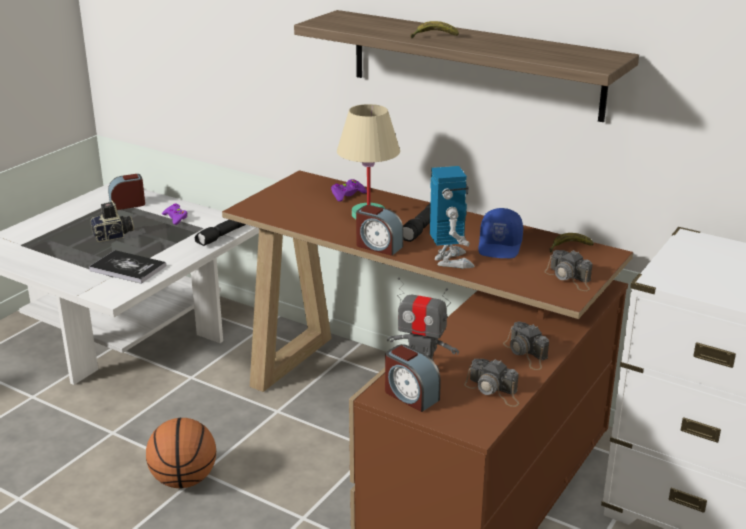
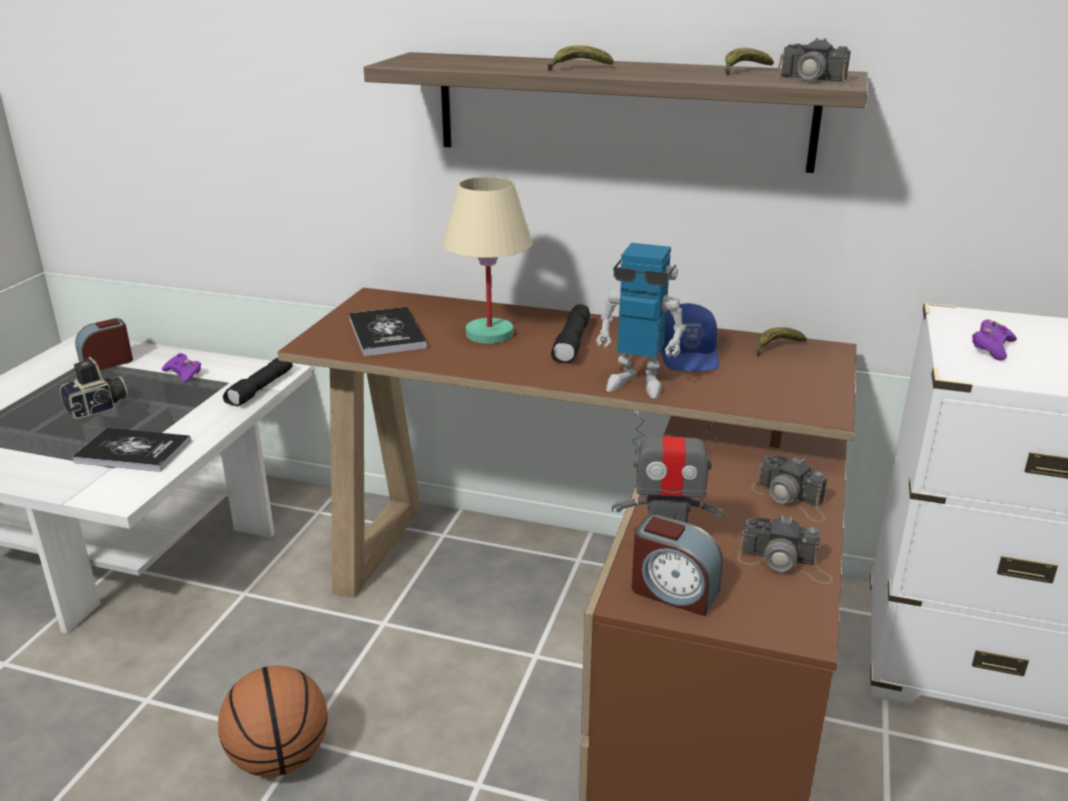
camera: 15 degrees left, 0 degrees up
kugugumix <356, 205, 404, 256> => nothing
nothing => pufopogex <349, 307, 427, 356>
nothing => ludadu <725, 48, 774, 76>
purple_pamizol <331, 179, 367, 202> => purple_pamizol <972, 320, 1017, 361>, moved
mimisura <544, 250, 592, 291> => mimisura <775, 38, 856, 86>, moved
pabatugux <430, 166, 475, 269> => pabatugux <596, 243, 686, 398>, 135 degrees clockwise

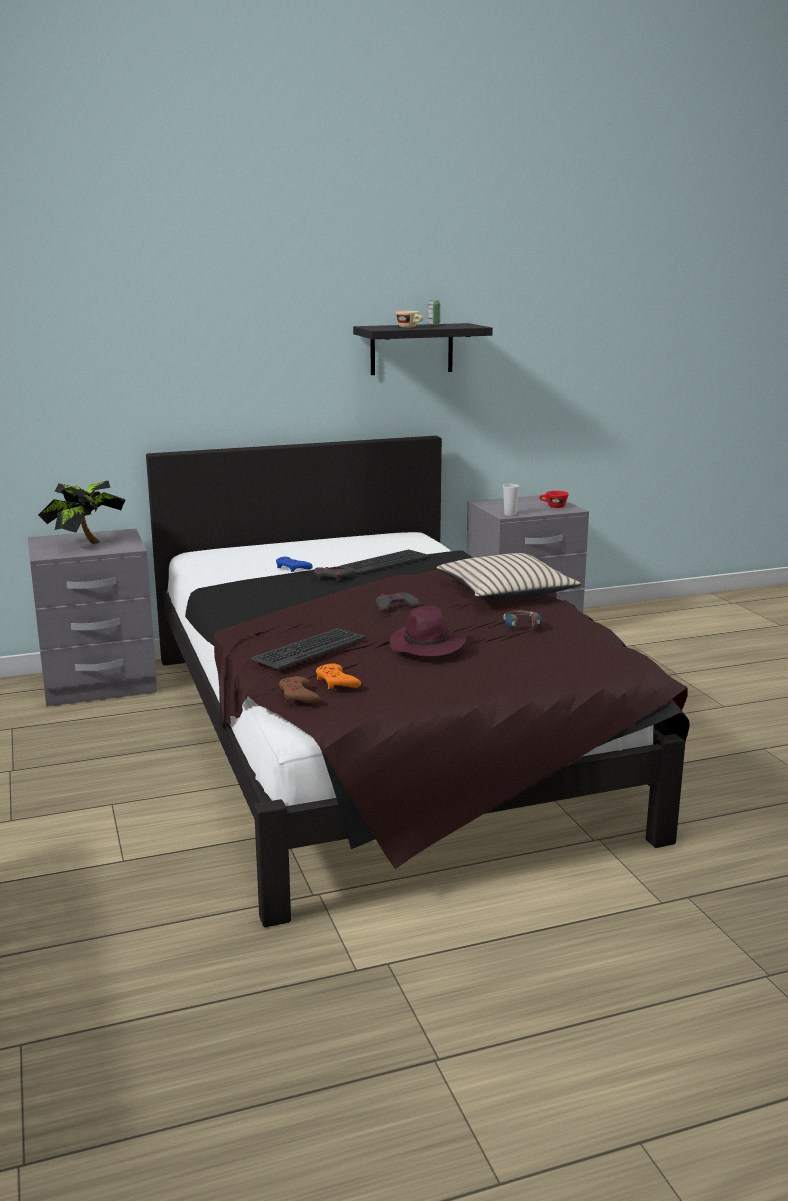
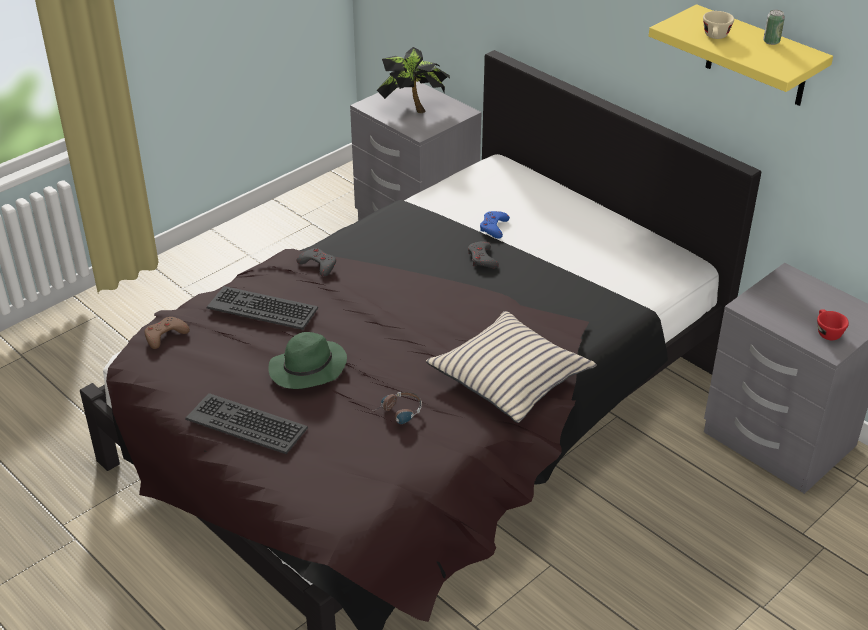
camera: 65 degrees right, 20 degrees up
orange_pamizol <316, 663, 361, 689> => nothing
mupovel <503, 484, 519, 516> => nothing
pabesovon <340, 549, 430, 574> => pabesovon <185, 393, 308, 454>, moved
grey_pamizol <376, 592, 419, 612> => grey_pamizol <296, 248, 336, 277>, moved
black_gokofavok <353, 323, 493, 375> => yellow_gokofavok <649, 4, 833, 106>
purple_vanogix <389, 606, 466, 656> => green_vanogix <269, 332, 347, 389>

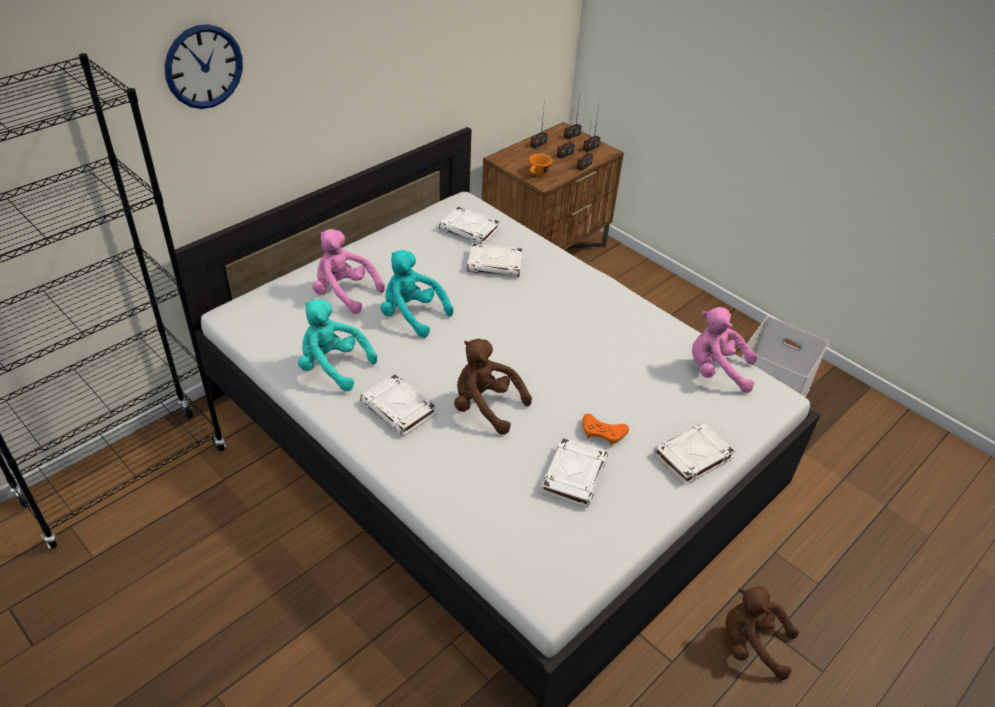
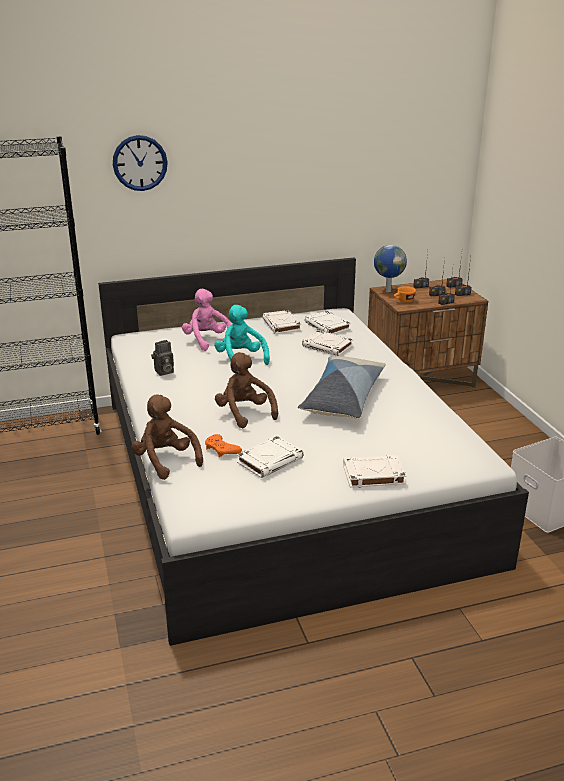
camera: 30 degrees right, 15 degrees down
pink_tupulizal <692, 307, 757, 393> => nothing
nothing => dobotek <298, 356, 386, 419>
nothing => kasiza <374, 245, 407, 292>
white_pufopogex <360, 374, 437, 436> => white_pufopogex <262, 310, 301, 334>, moved
orange_pamizol <582, 414, 629, 446> => orange_pamizol <205, 434, 242, 457>, moved
brown_tupulizal <725, 586, 799, 680> => brown_tupulizal <131, 394, 203, 480>, moved
turquoise_tupulizal <298, 299, 377, 391> => mimisura <151, 340, 174, 376>

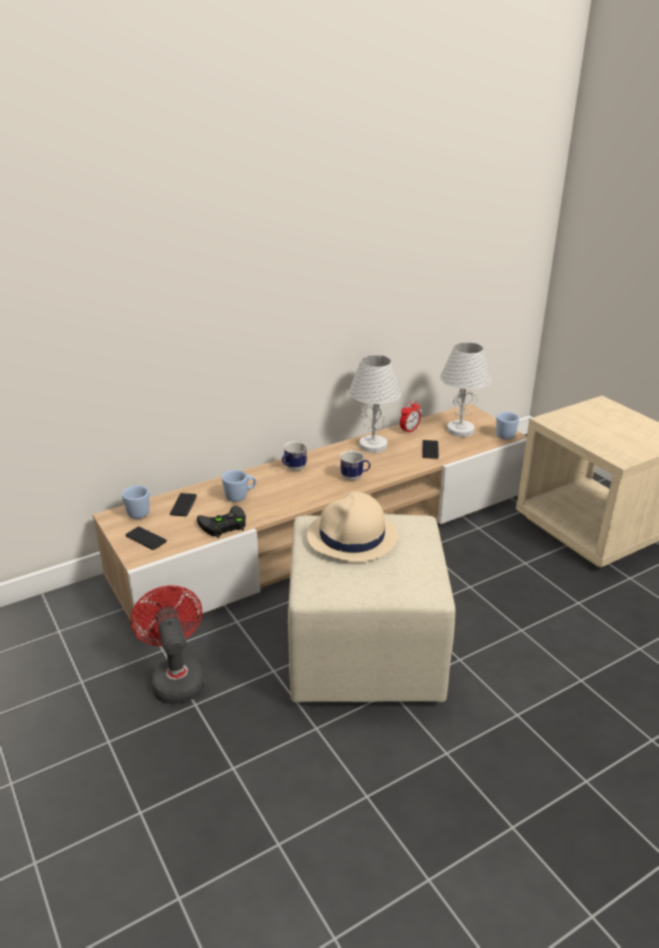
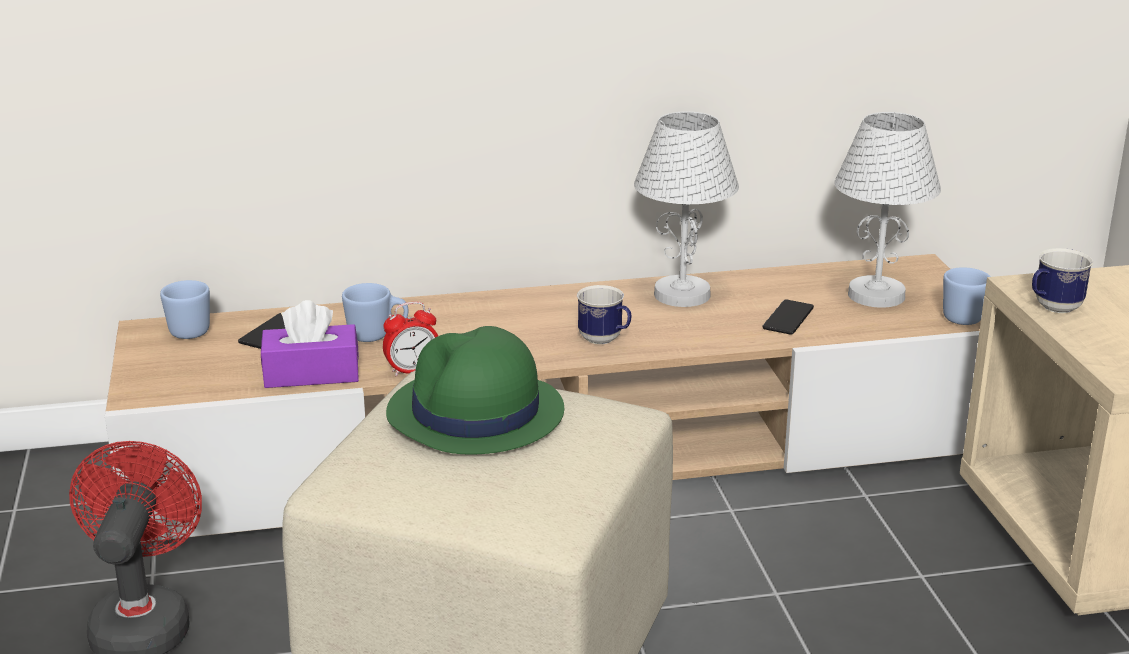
camera: 20 degrees right, 5 degrees down
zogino <125, 526, 167, 550> => nothing
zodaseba <282, 441, 307, 471> => zodaseba <1032, 248, 1093, 313>, moved
kugugumix <400, 400, 421, 434> => kugugumix <383, 302, 438, 376>, moved
black_pamizol <197, 506, 246, 538> => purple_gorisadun <261, 300, 359, 388>
beige_vanogix <307, 491, 398, 562> => green_vanogix <386, 326, 564, 455>

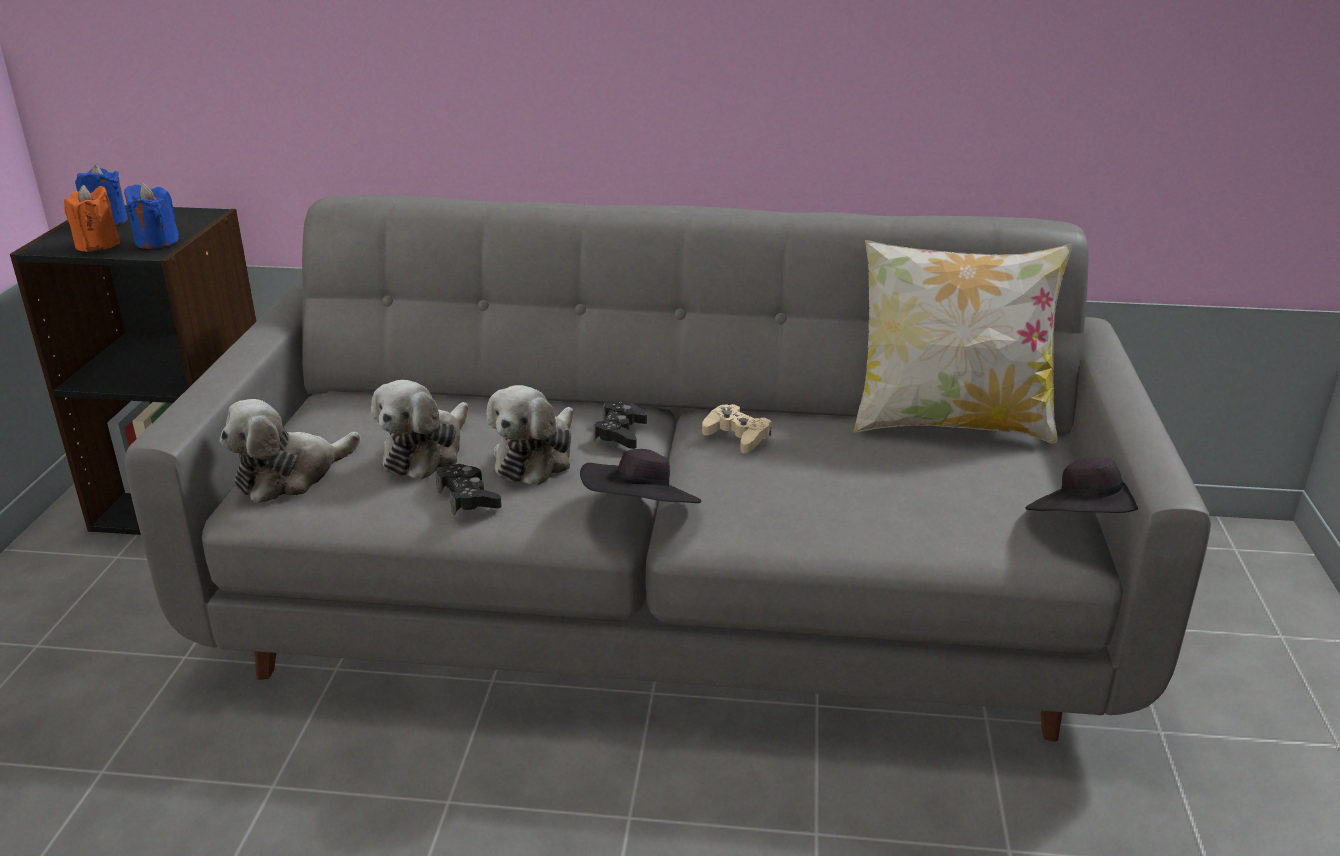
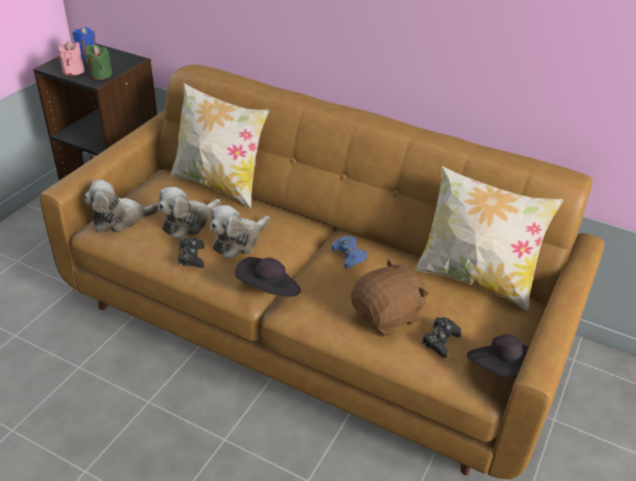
camera: 20 degrees right, 10 degrees up
nothing => dobotek <170, 83, 269, 209>
nothing => brown_tupulizal <351, 258, 429, 336>
black_pamizol <593, 401, 647, 449> => black_pamizol <422, 317, 461, 358>, moved
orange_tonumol <64, 185, 120, 252> => pink_tonumol <58, 41, 85, 76>
blue_tonumol <124, 183, 179, 249> => green_tonumol <85, 44, 112, 80>
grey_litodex <125, 194, 1211, 742> => brown_litodex <40, 64, 604, 479>
beige_pamizol <702, 404, 771, 453> => blue_pamizol <332, 236, 367, 269>

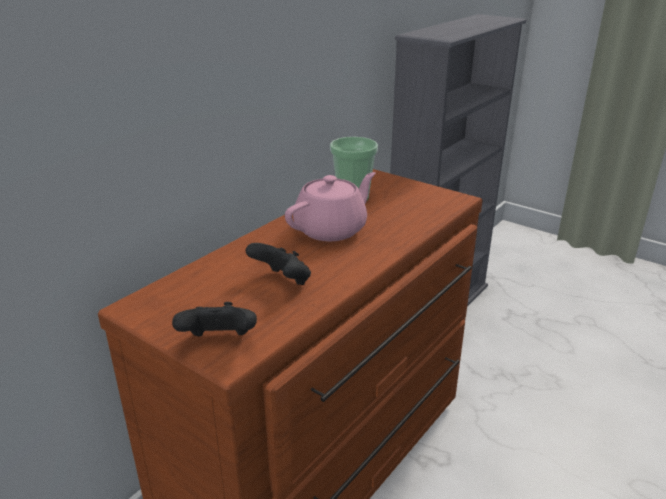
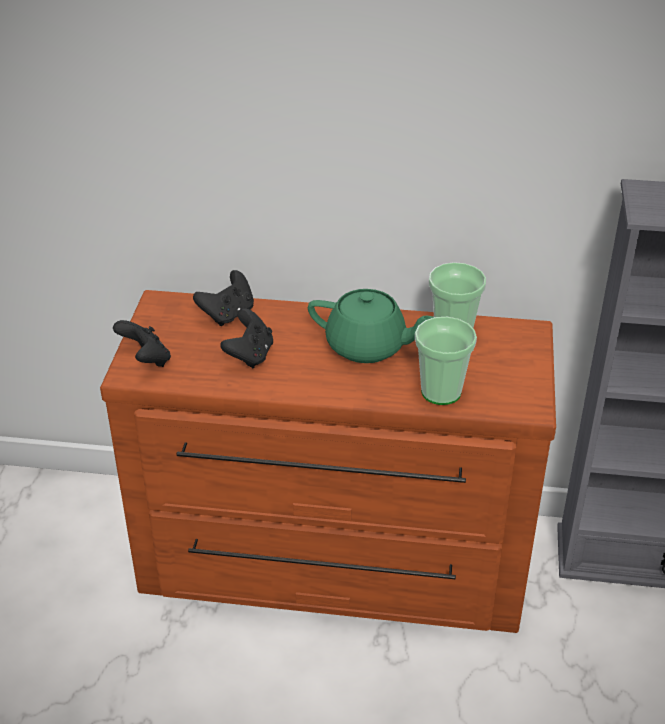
camera: 60 degrees right, 10 degrees up
nothing => black_pamizol <193, 270, 254, 326>
nothing => mupovel <415, 317, 477, 405>
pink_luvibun <285, 172, 376, 241> => green_luvibun <308, 289, 434, 363>

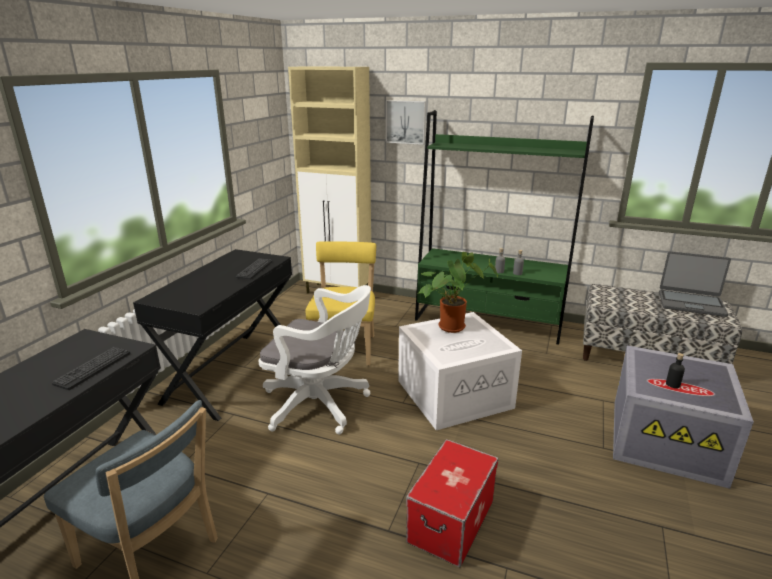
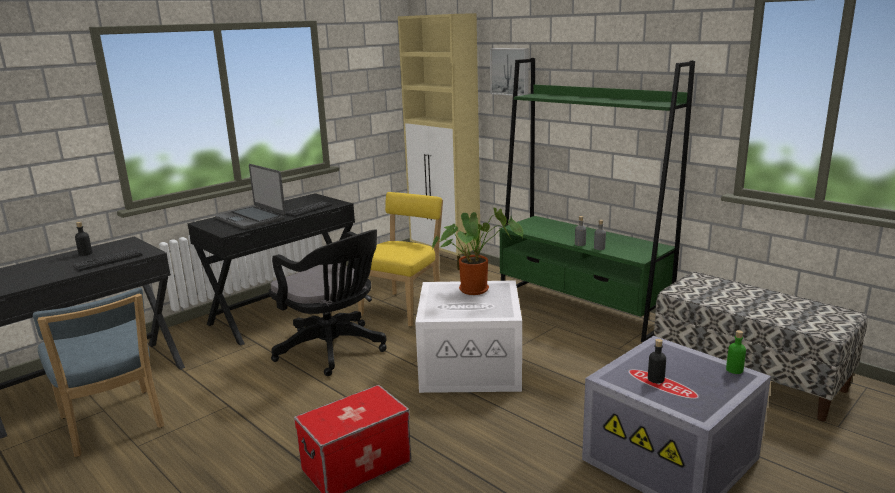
camera: 25 degrees right, 5 degrees down
nothing => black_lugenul <75, 222, 92, 256>
nothing => green_lugenul <726, 330, 746, 374>
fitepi <659, 251, 731, 317> => fitepi <215, 164, 286, 229>, moved
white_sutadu <258, 285, 371, 435> => black_sutadu <269, 229, 387, 376>

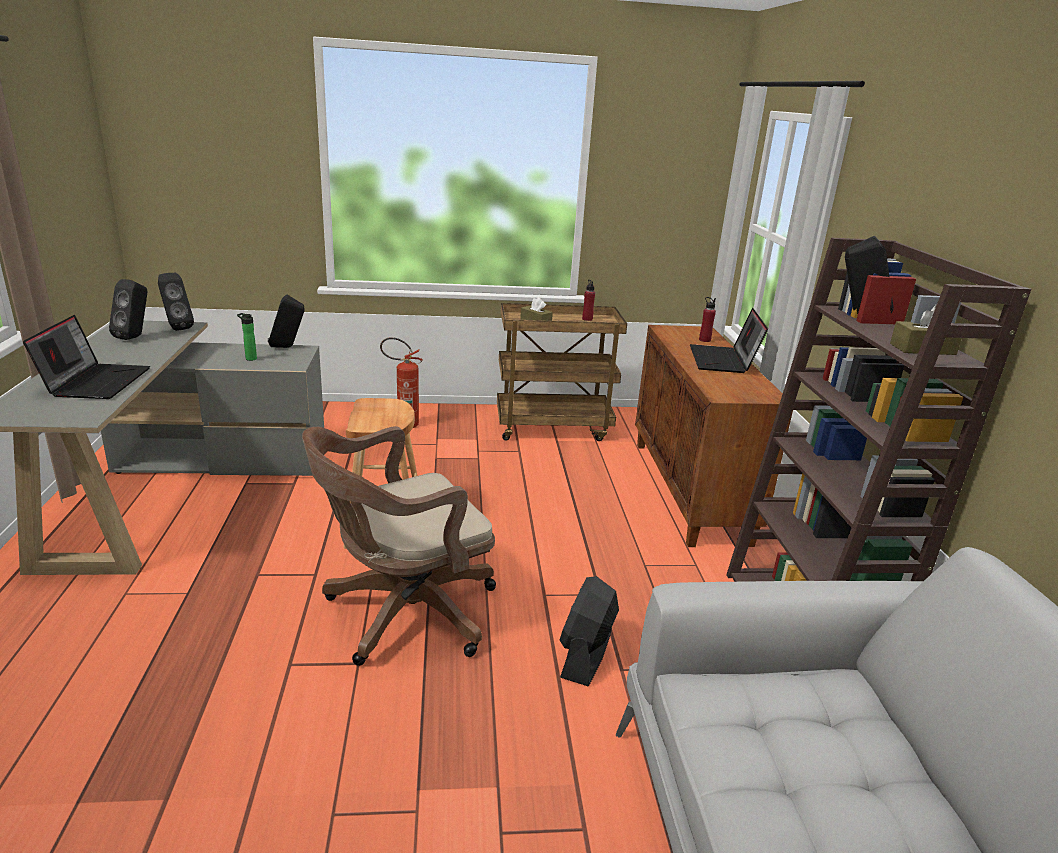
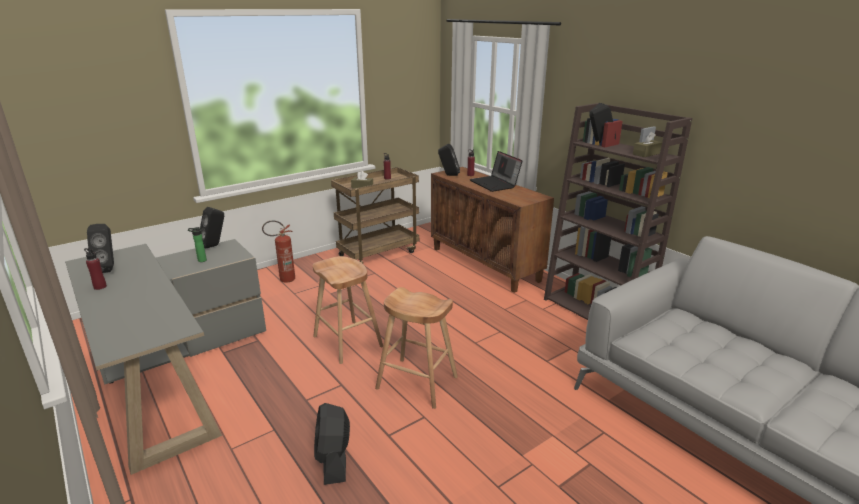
camera: 30 degrees left, 0 degrees up
fitepi <23, 315, 150, 399> => nothing
nothing => red_lugenul <84, 248, 107, 290>
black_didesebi <158, 273, 194, 331> => black_didesebi <438, 144, 460, 176>, moved
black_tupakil <560, 576, 619, 686> => black_tupakil <314, 403, 350, 485>, moved
brown_sutadu <302, 426, 496, 666> => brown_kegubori <375, 287, 458, 409>

